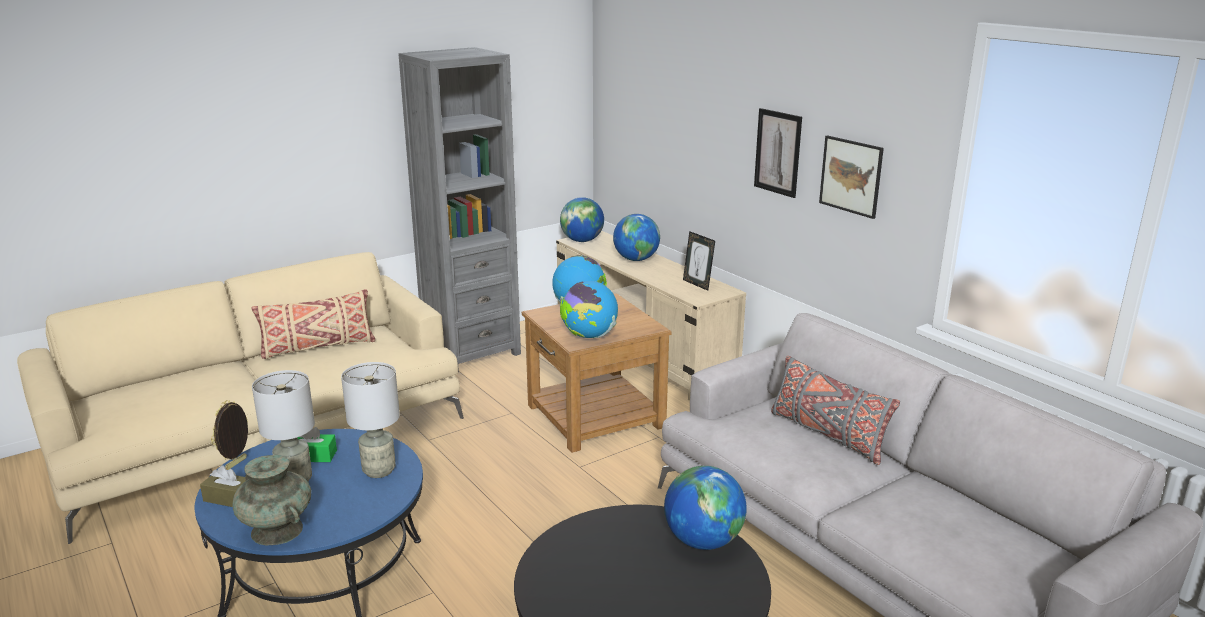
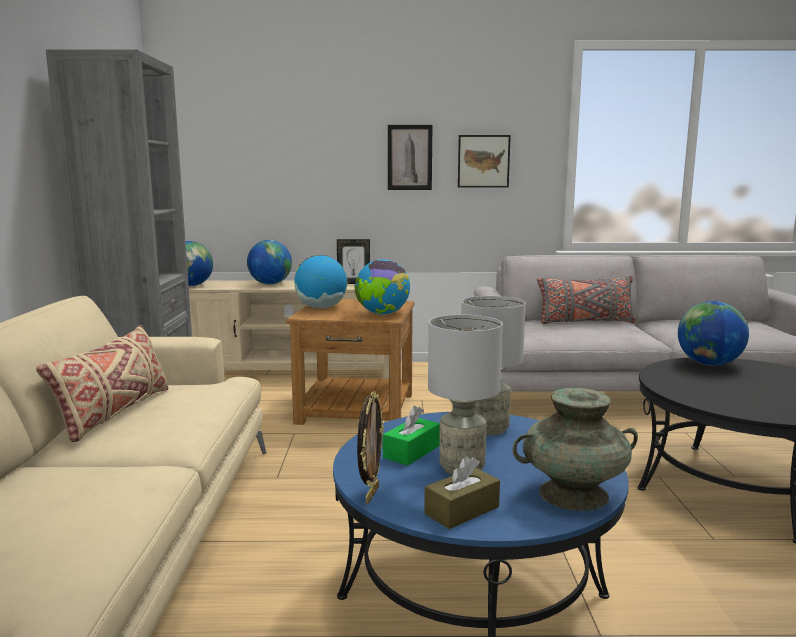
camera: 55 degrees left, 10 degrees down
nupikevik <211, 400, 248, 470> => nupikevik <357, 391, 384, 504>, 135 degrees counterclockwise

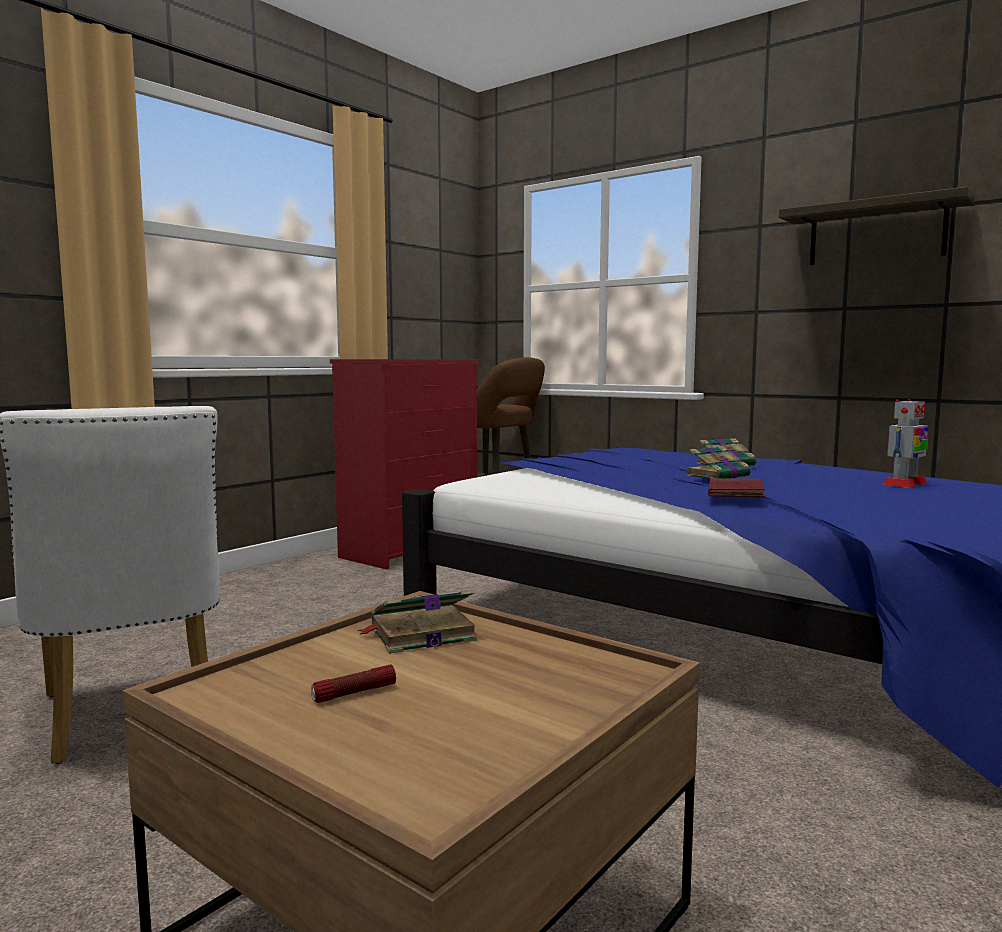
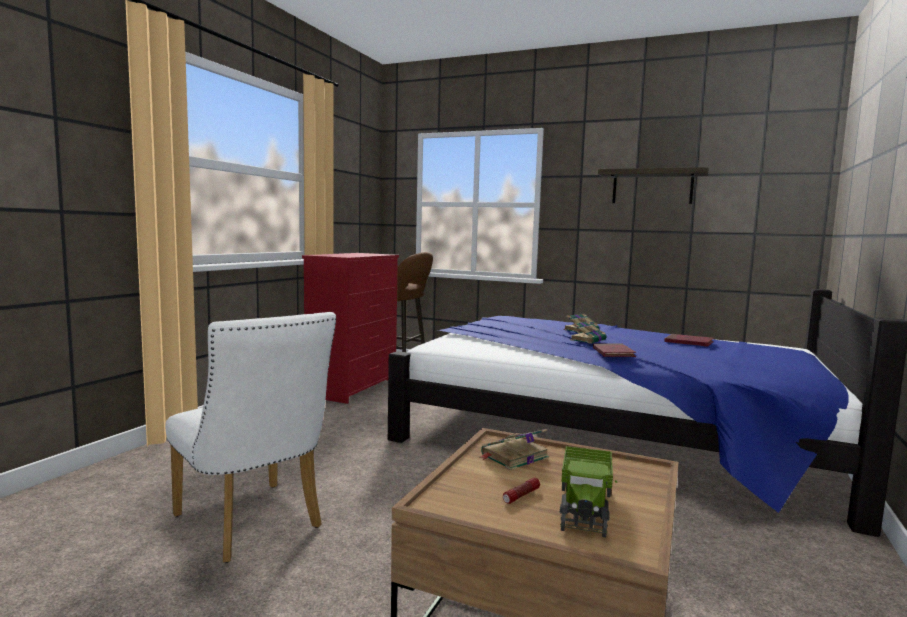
camera: 15 degrees left, 0 degrees up
nothing => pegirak <560, 446, 617, 538>
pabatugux <882, 399, 929, 488> => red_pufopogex <664, 334, 714, 346>

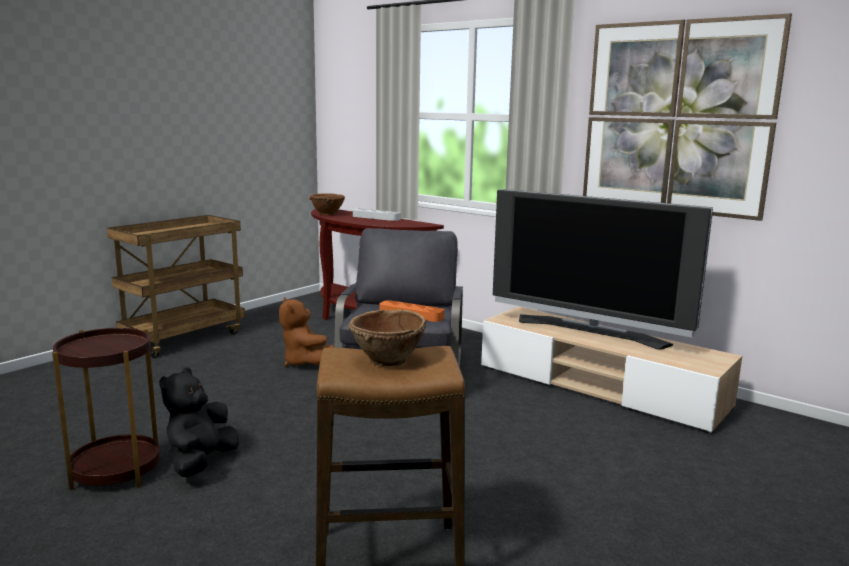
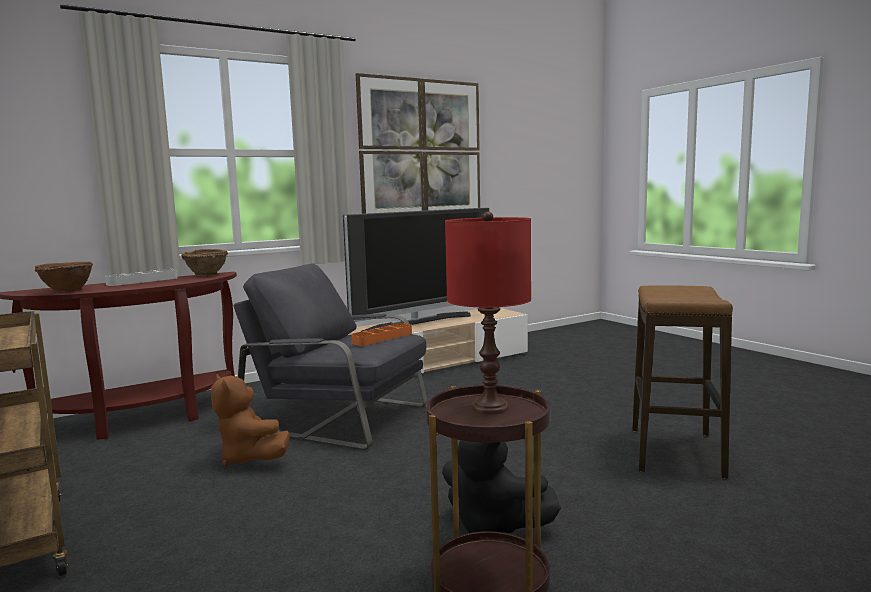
camera: 70 degrees left, 5 degrees down
nothing => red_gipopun <445, 212, 531, 414>
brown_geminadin <349, 310, 426, 366> => brown_geminadin <181, 249, 228, 276>, moved
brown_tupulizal <279, 297, 334, 367> => brown_tupulizal <211, 374, 290, 467>, 60 degrees clockwise

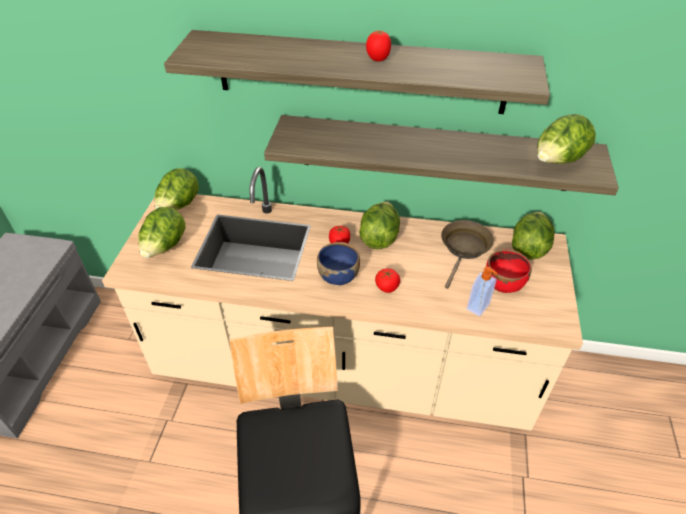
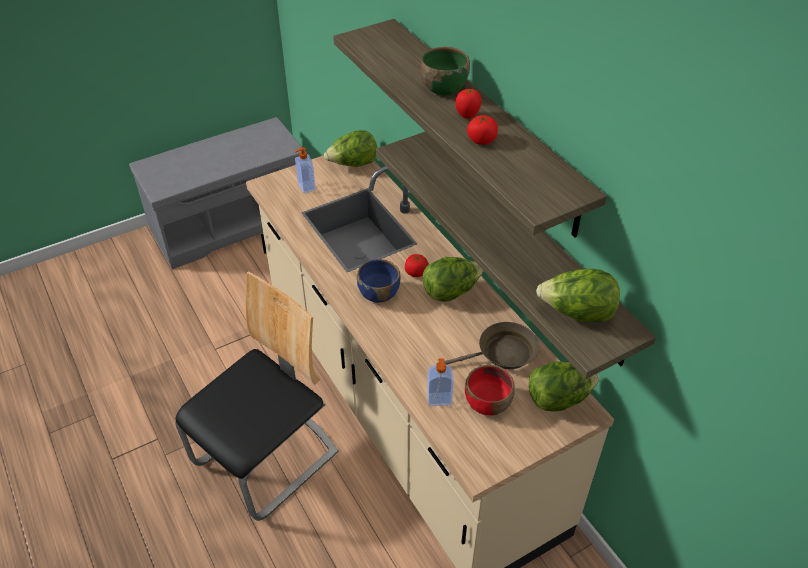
camera: 50 degrees right, 0 degrees up
nothing => green_geminadin <420, 46, 470, 95>
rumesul <375, 268, 400, 293> => rumesul <467, 114, 498, 145>, moved
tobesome <138, 207, 186, 258> => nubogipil <295, 147, 316, 194>

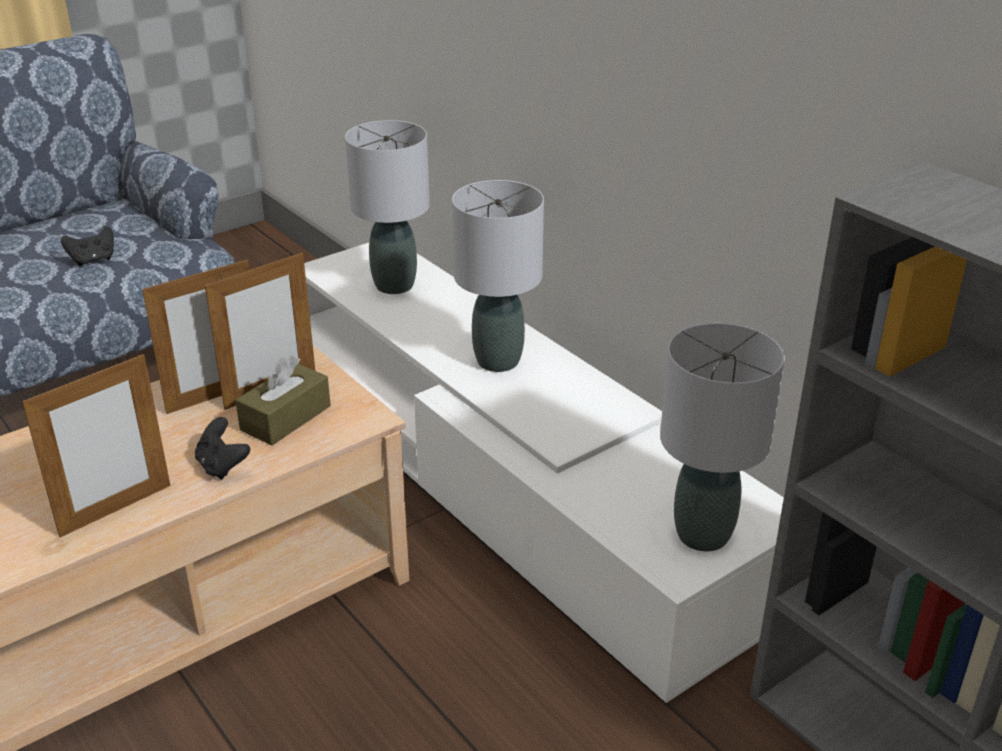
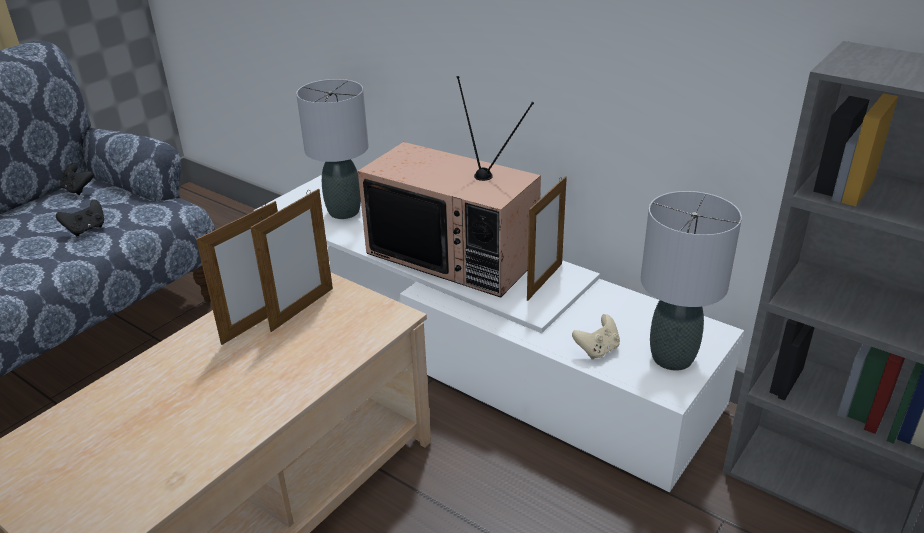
camera: 15 degrees left, 0 degrees up
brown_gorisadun <235, 356, 331, 446> => nothing
nothing => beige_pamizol <572, 314, 620, 360>
nupikevik <22, 354, 170, 537> => nupikevik <527, 176, 567, 301>, moved
black_pamizol <195, 417, 250, 480> => black_pamizol <60, 163, 94, 195>, moved
grey_gipopun <452, 180, 544, 372> => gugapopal <358, 76, 541, 298>

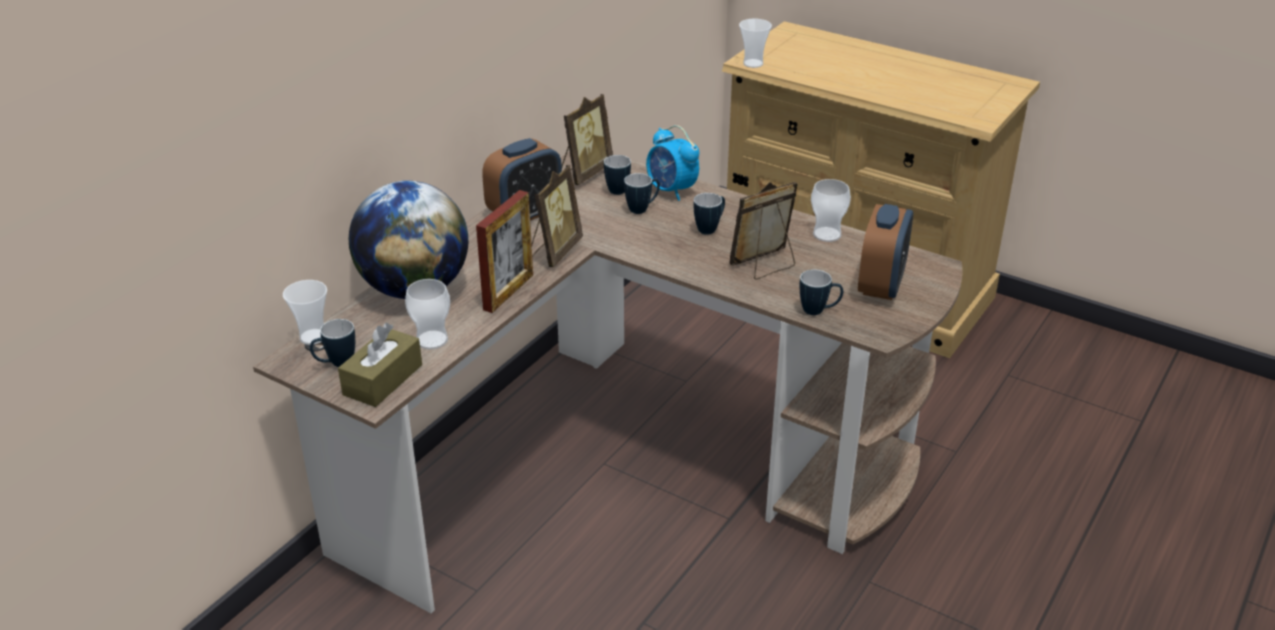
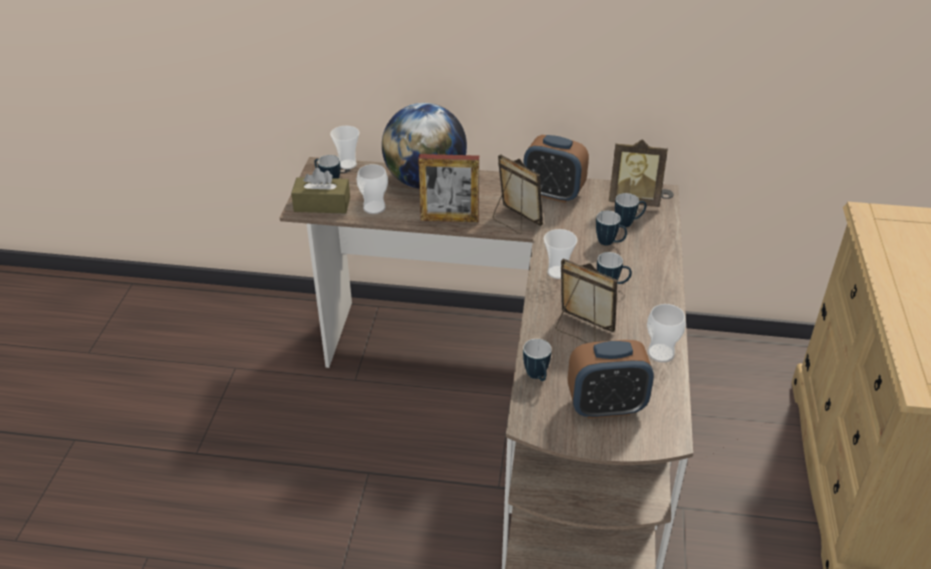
camera: 65 degrees right, 5 degrees up
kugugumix <646, 125, 700, 201> => nothing
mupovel <739, 19, 772, 68> => mupovel <544, 229, 577, 279>, moved
nupikevik <532, 165, 583, 268> => nupikevik <492, 154, 543, 234>, 135 degrees counterclockwise

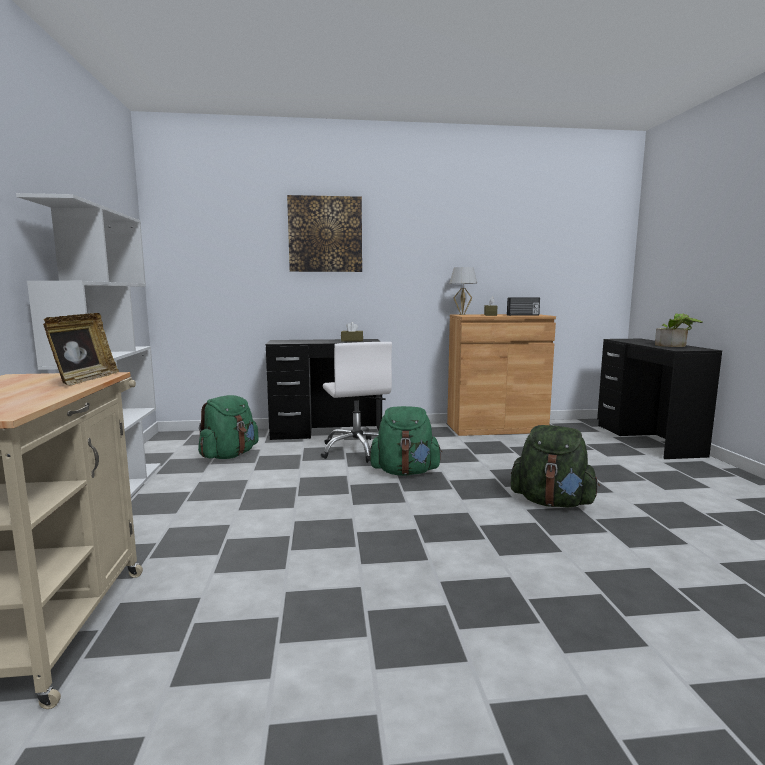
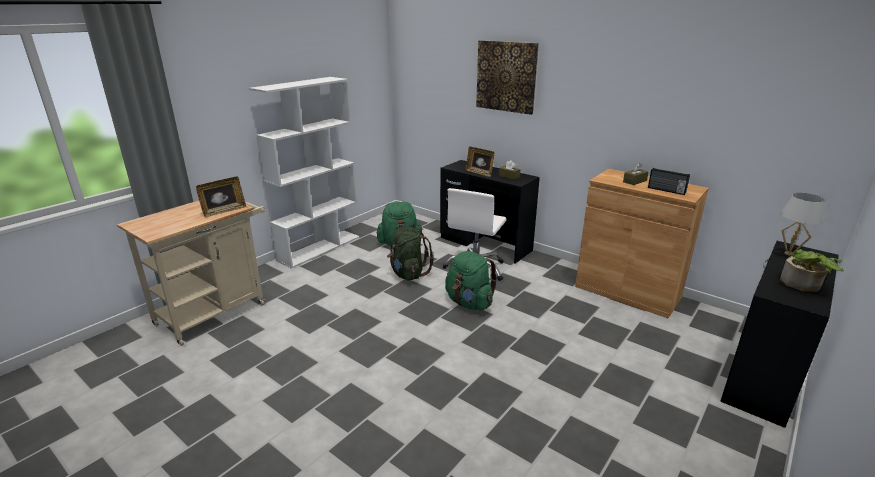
camera: 45 degrees right, 15 degrees up
nothing => nupikevik <465, 147, 494, 177>
white_gipopun <449, 267, 477, 315> => white_gipopun <780, 193, 825, 256>, moved
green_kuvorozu <511, 425, 600, 508> => green_kuvorozu <387, 227, 434, 281>, moved

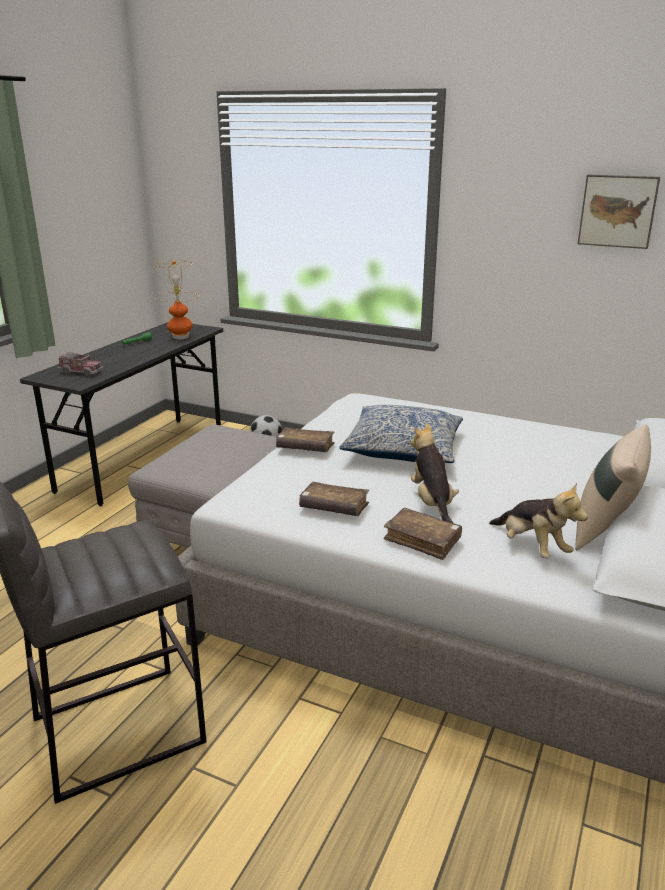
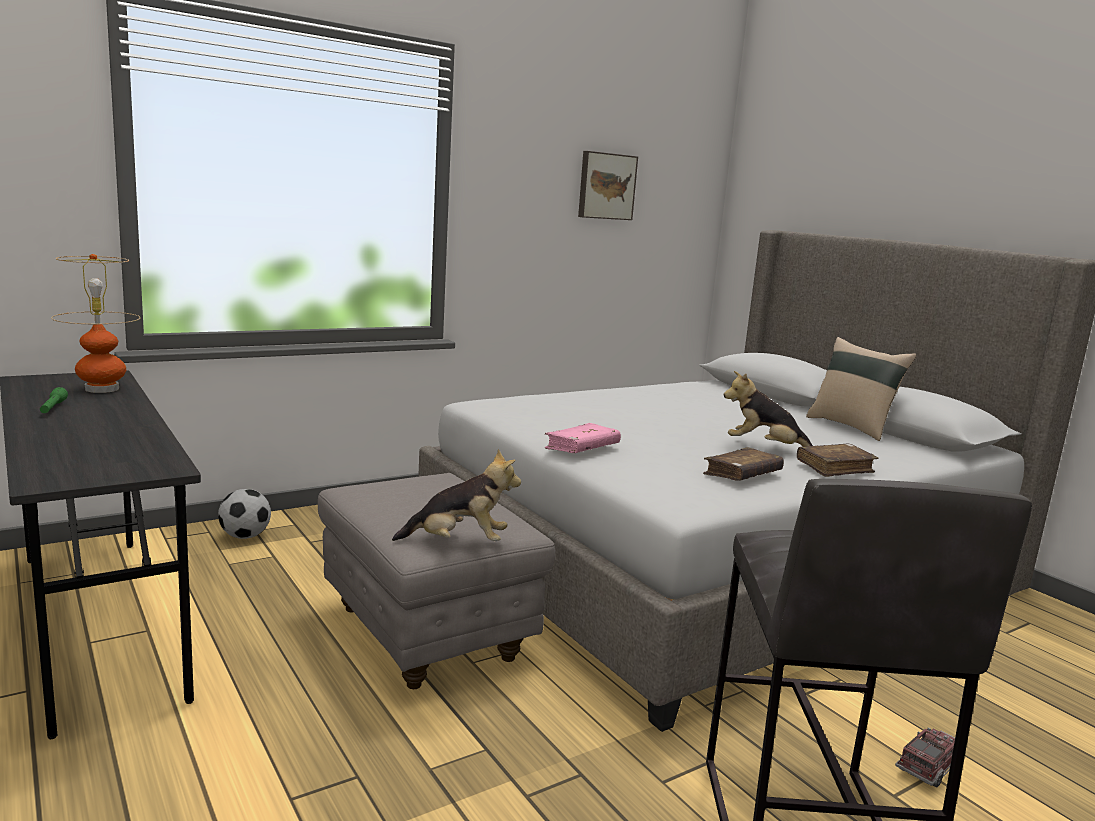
camera: 60 degrees left, 10 degrees down
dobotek <339, 405, 463, 463> => nothing
pegirak <57, 352, 104, 376> => pegirak <895, 727, 955, 788>, moved
tupulizal <489, 482, 588, 558> => tupulizal <392, 449, 521, 541>, moved
brown_pufopogex <276, 427, 335, 452> => pink_pufopogex <545, 423, 621, 453>

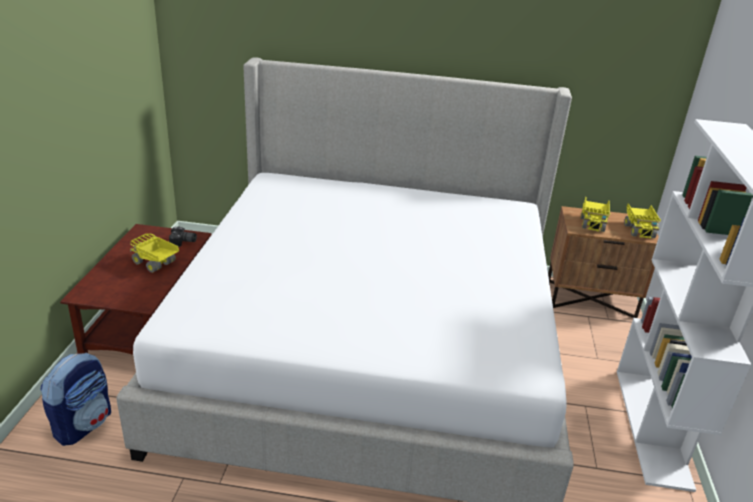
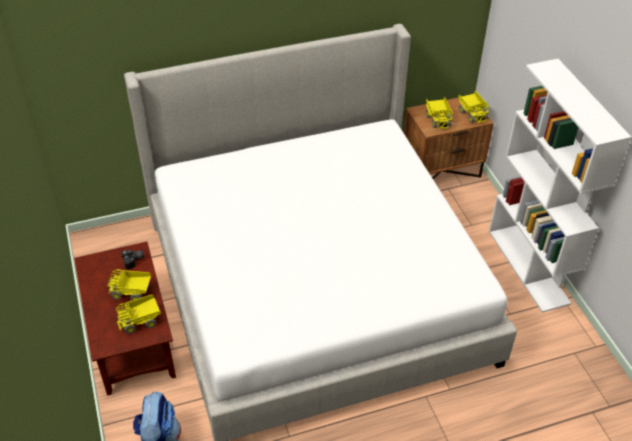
camera: 25 degrees left, 15 degrees up
nothing => pegirak <116, 294, 161, 334>

